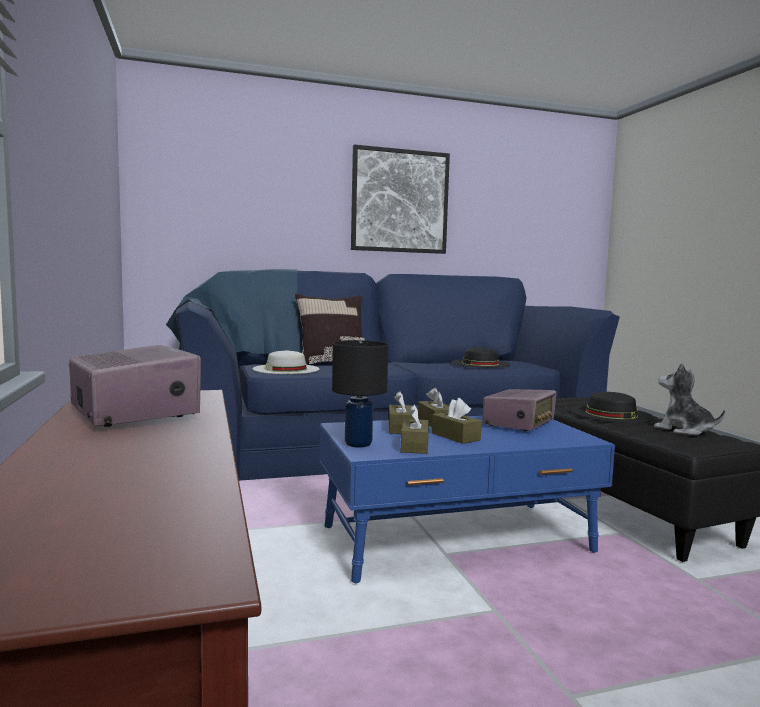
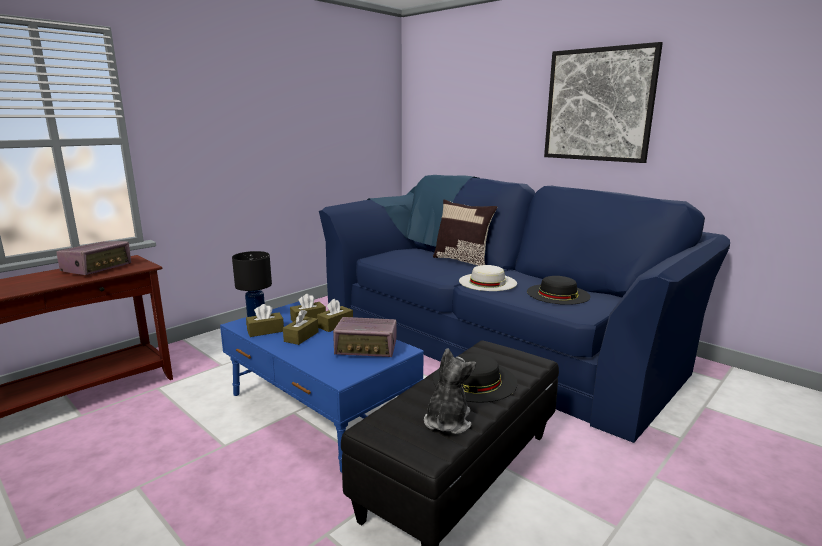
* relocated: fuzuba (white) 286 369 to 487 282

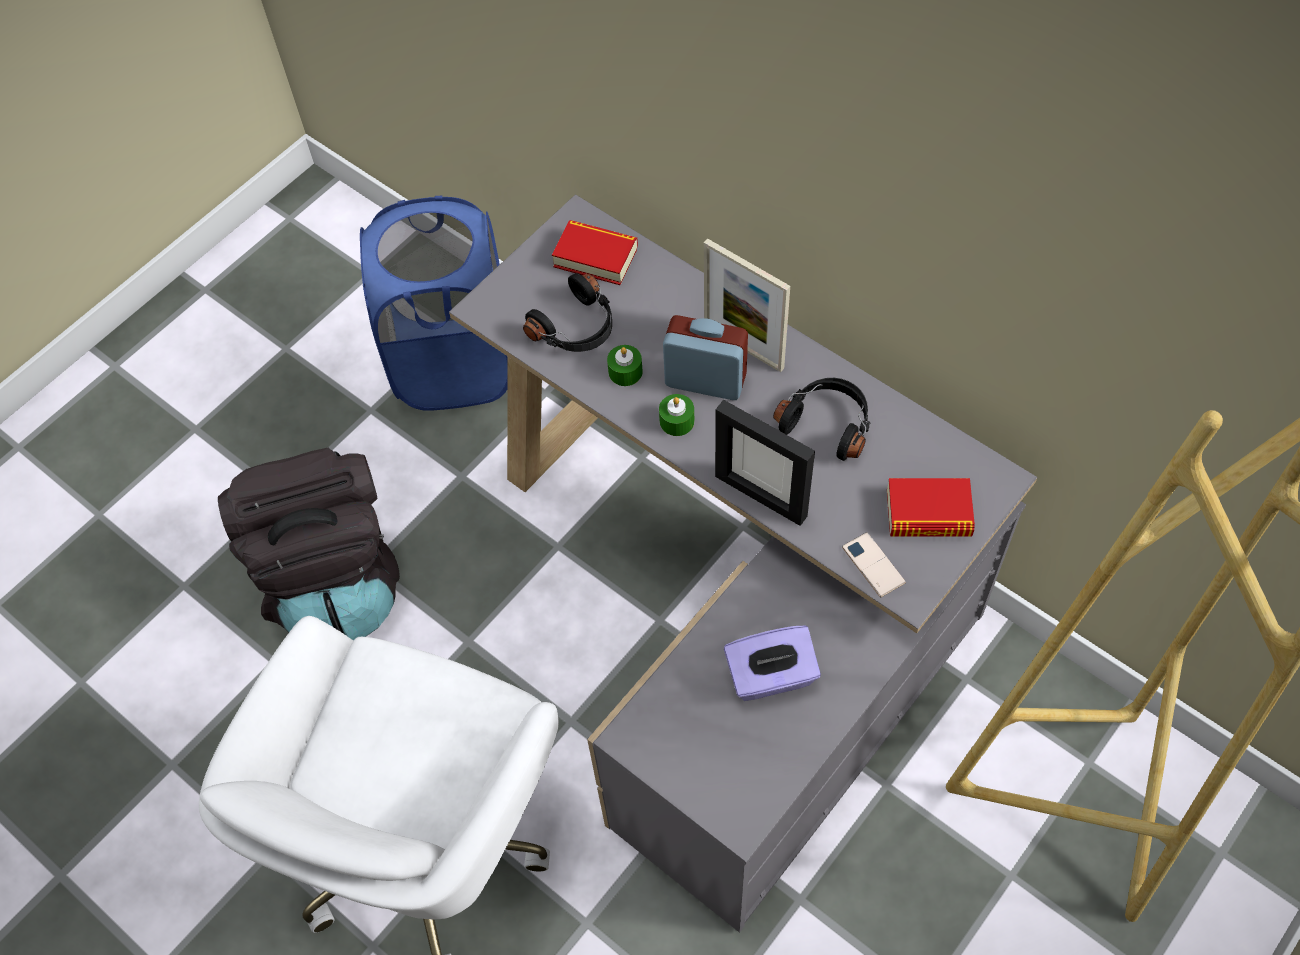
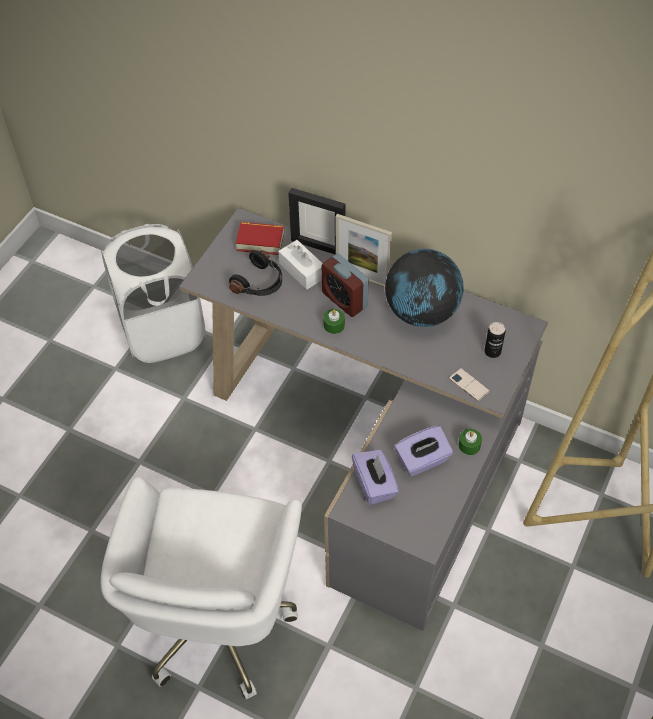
* missing: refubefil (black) 335 580
* colour: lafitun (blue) 456 364 to lafitun (white) 163 332
* relocated: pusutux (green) 625 372 to 469 445
* spun: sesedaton 705 380 = 344 300 135 degrees counterclockwise
* relocated: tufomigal 762 494 to 318 245
* exchanged: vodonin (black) 827 423 to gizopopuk 422 312
* exchanged: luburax 928 513 to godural 492 351
* appeared: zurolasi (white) 302 270
* appeared: zurolasi (purple) 374 485

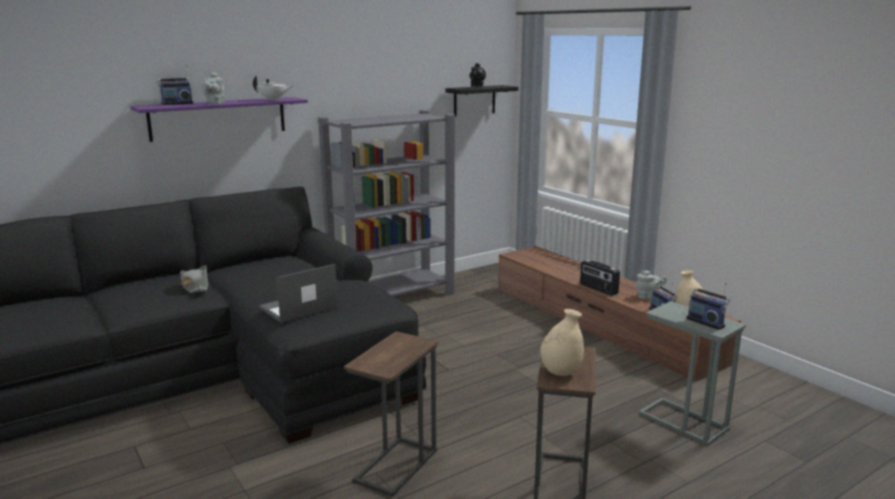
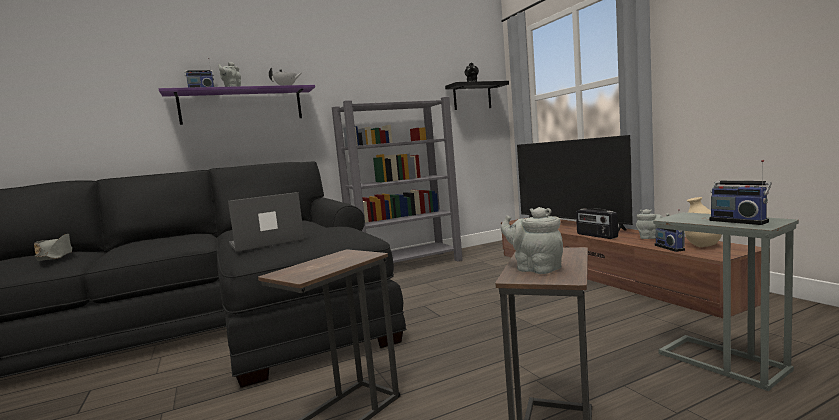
* relocated: fuzuba (grey) 195 286 to 55 256
* exchanged: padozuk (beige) 561 372 to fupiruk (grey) 535 268
* appeared: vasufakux 571 225

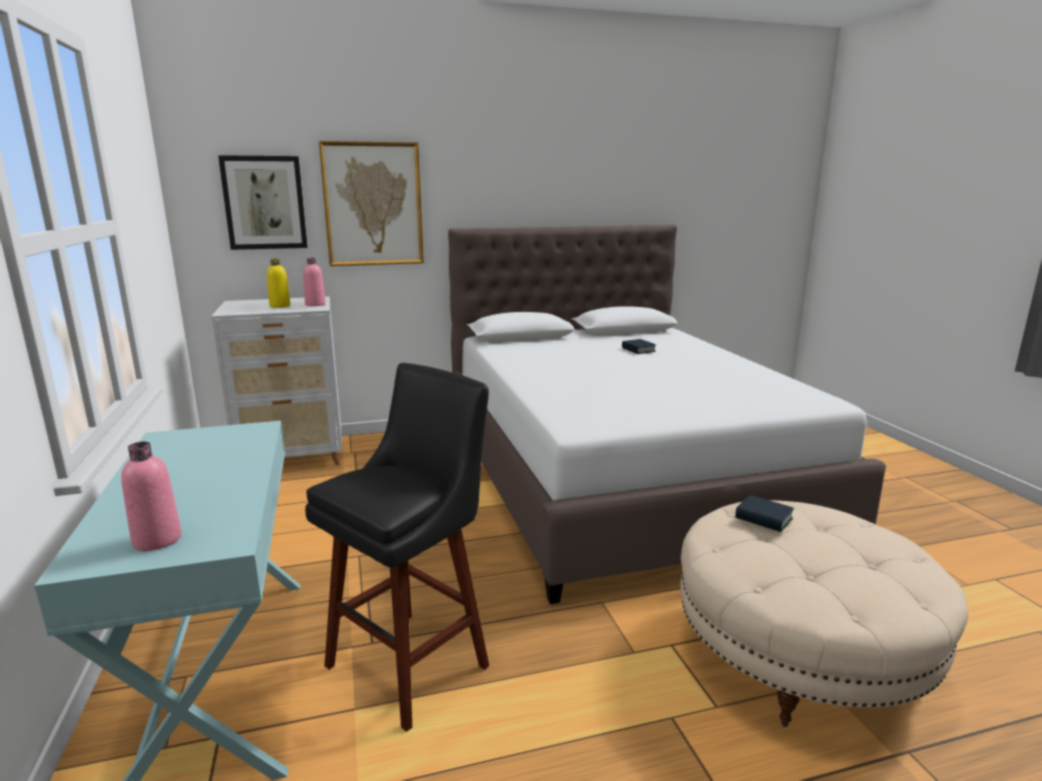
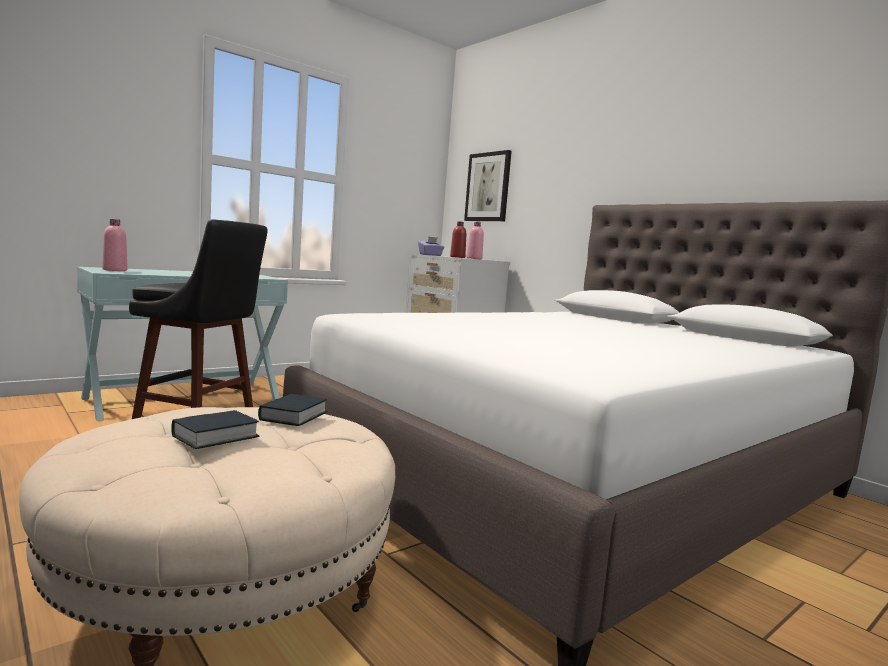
* colour: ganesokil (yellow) 280 306 to ganesokil (red) 457 257
* missing: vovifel 373 204
* relocated: luburax 638 350 to 215 437
* appeared: zurolasi (purple) 430 255

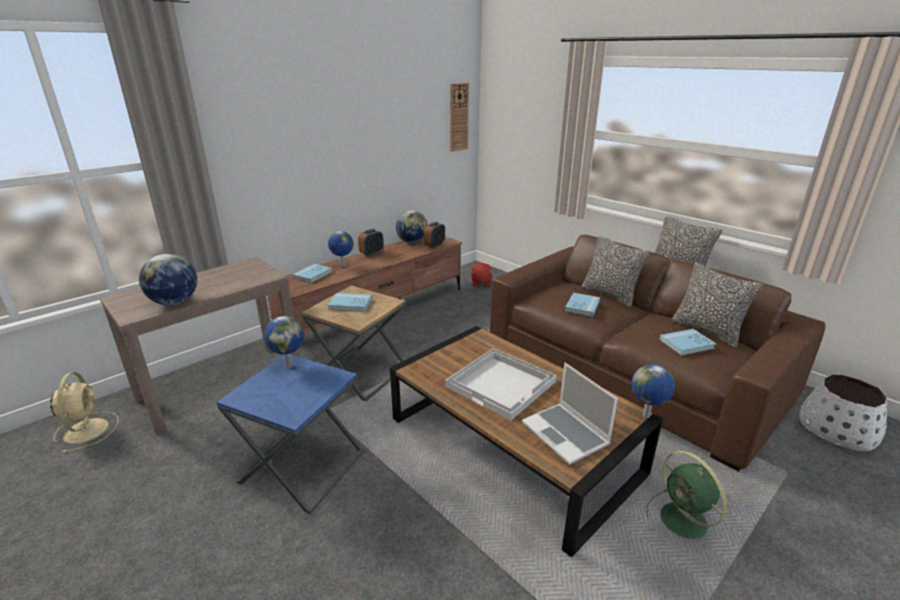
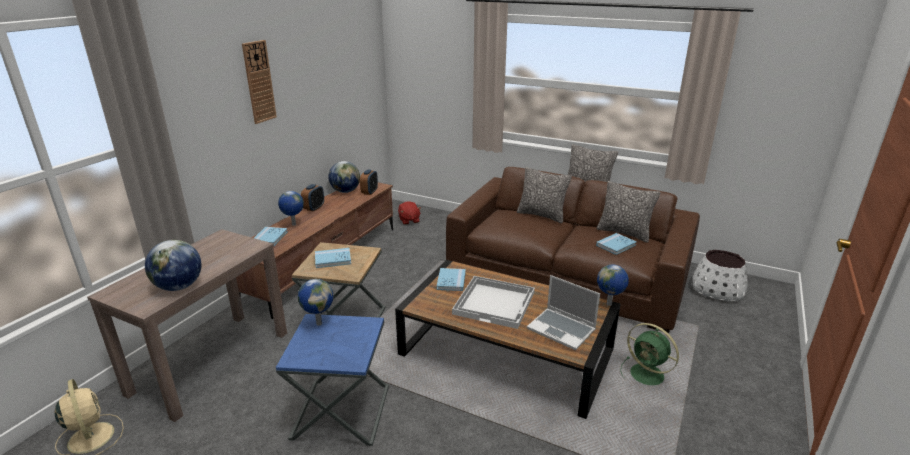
* relocated: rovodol 458 117 to 259 82
* relocated: luburax (blue) 582 306 to 451 281

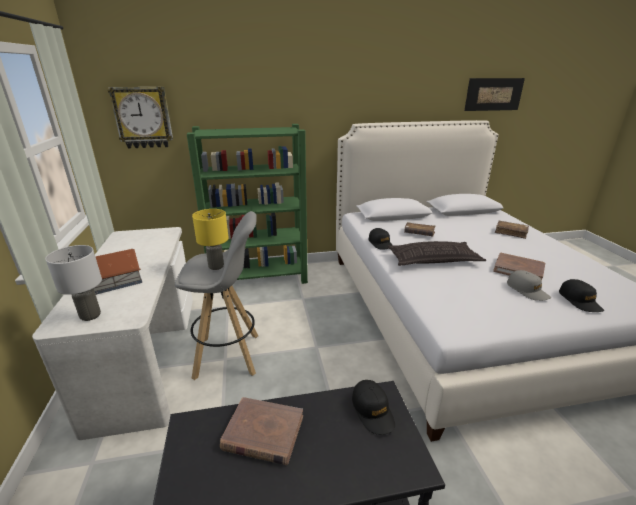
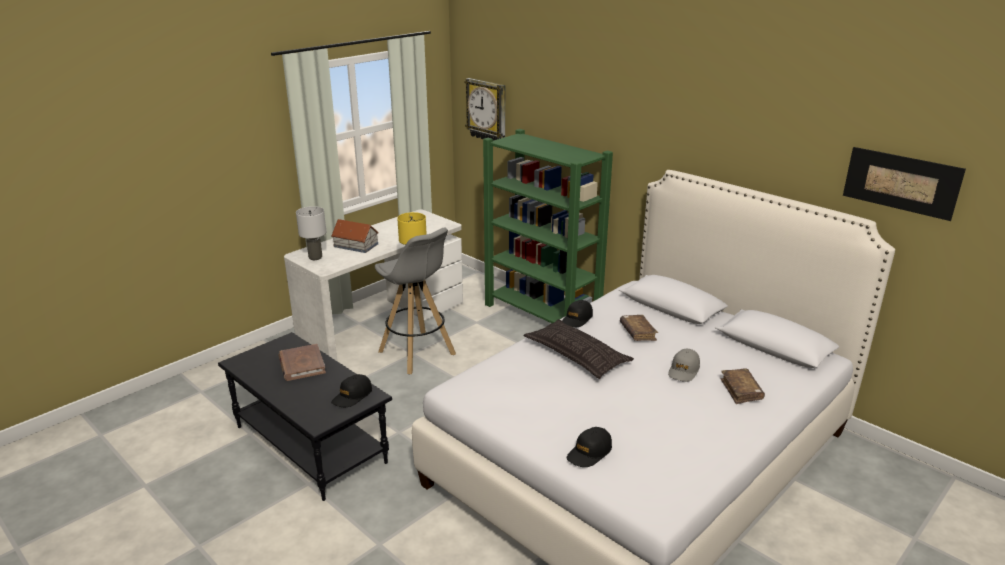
* missing: luburax (brown) 518 269
* relocated: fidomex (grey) 527 290 to 684 371

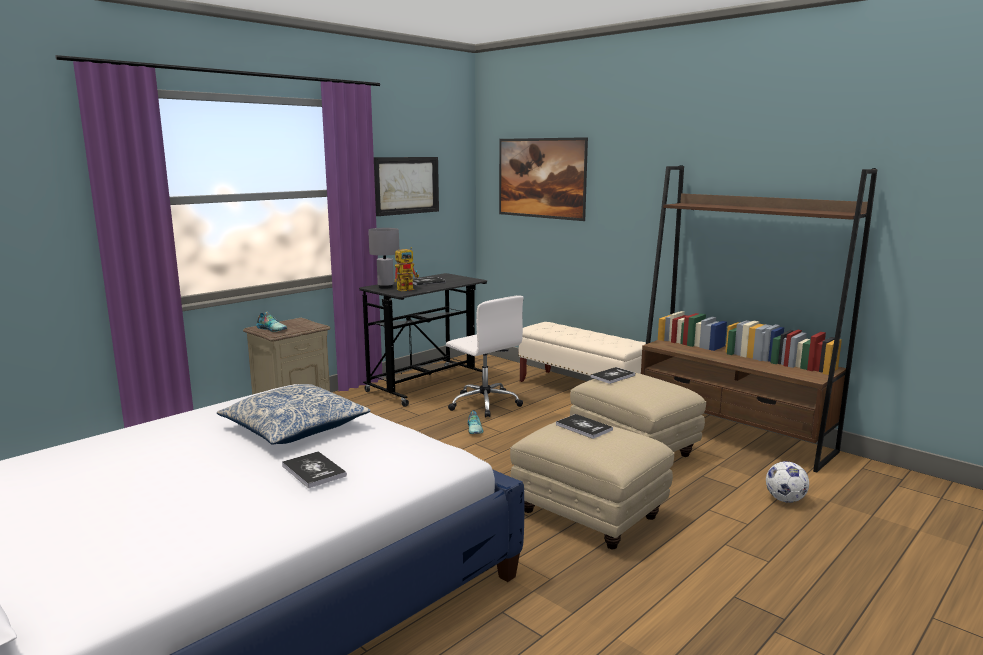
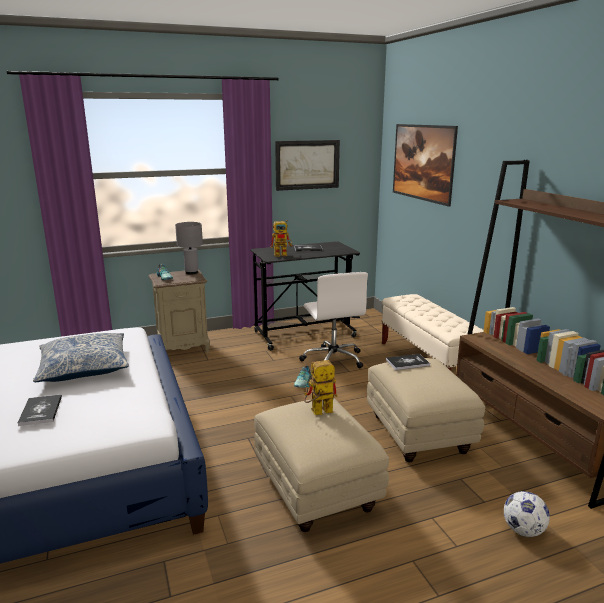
* relocated: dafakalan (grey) 385 287 to 191 272
* exchanged: luburax 584 427 to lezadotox 318 412

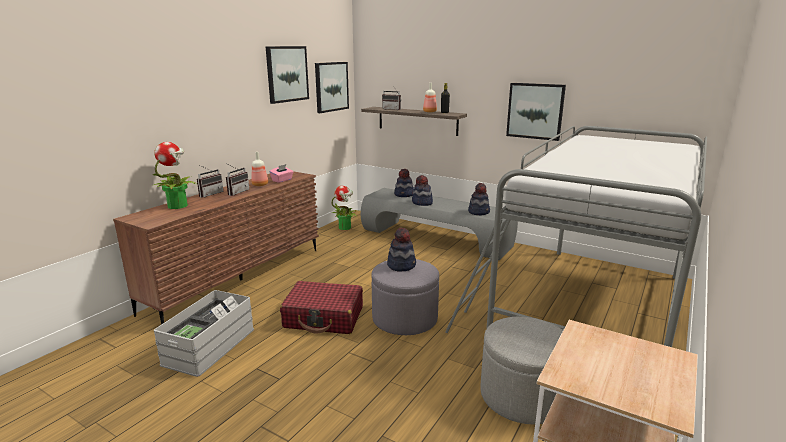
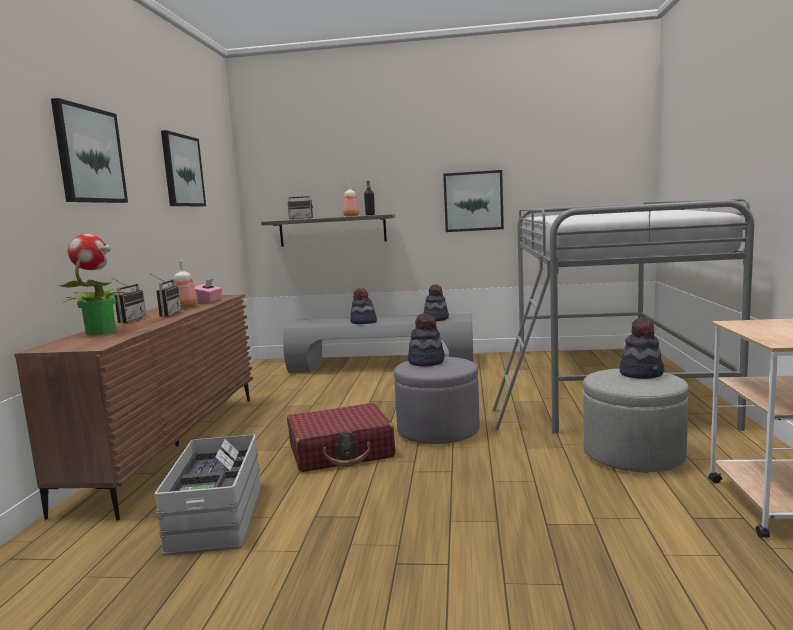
* relocated: vovifel 331 86 to 89 155
* missing: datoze 345 227
* relocated: fuzuba 404 195 to 642 373

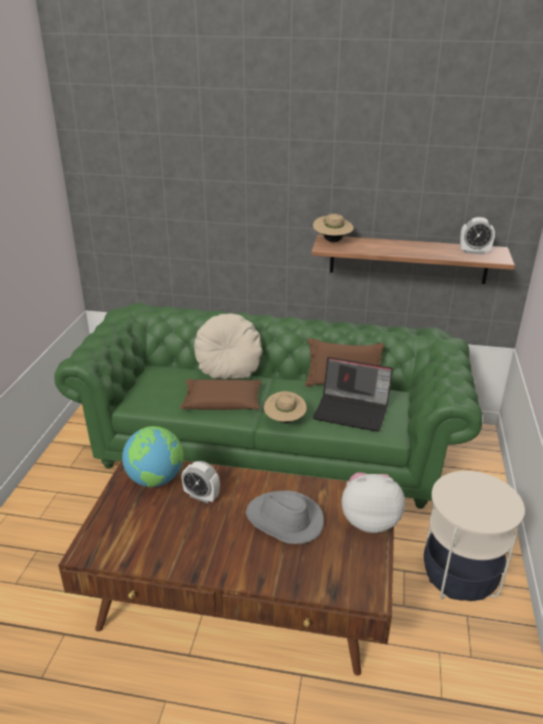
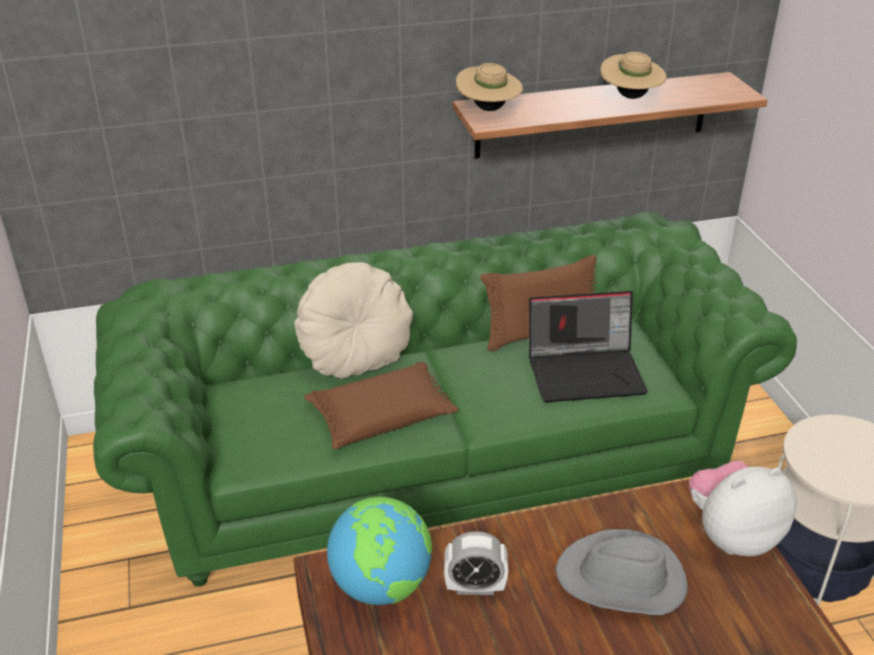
* relocated: fuzuba (beige) 284 420 to 630 97
* missing: sesedaton 474 252

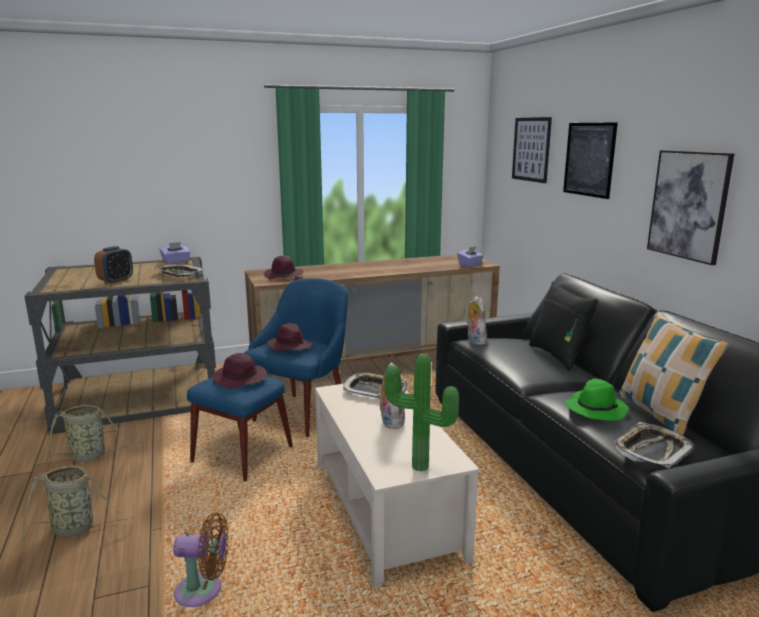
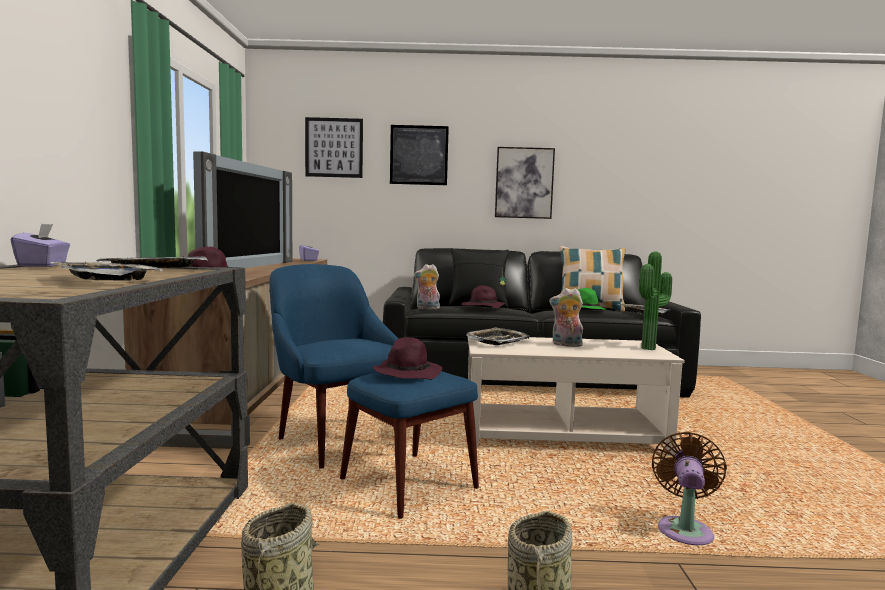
* exchanged: sesedaton 116 281 to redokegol 105 279
* relocated: fuzuba (purple) 289 346 to 482 307
* appeared: vasufakux 245 266

